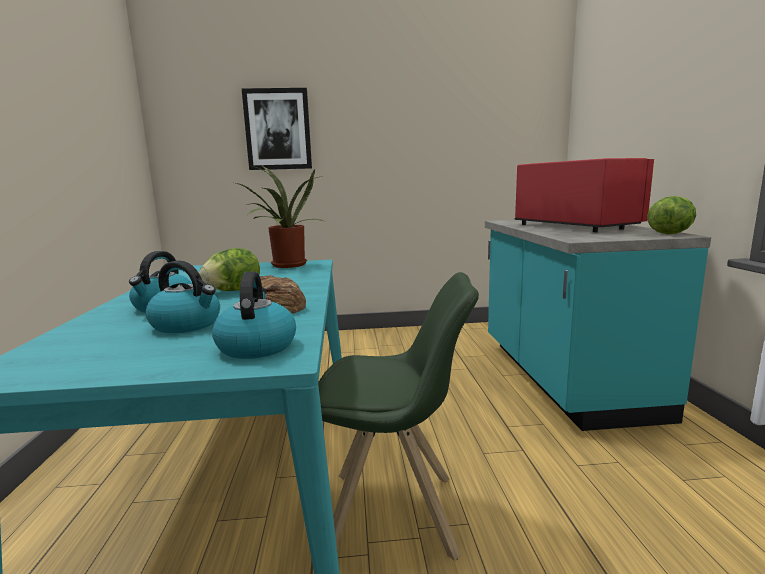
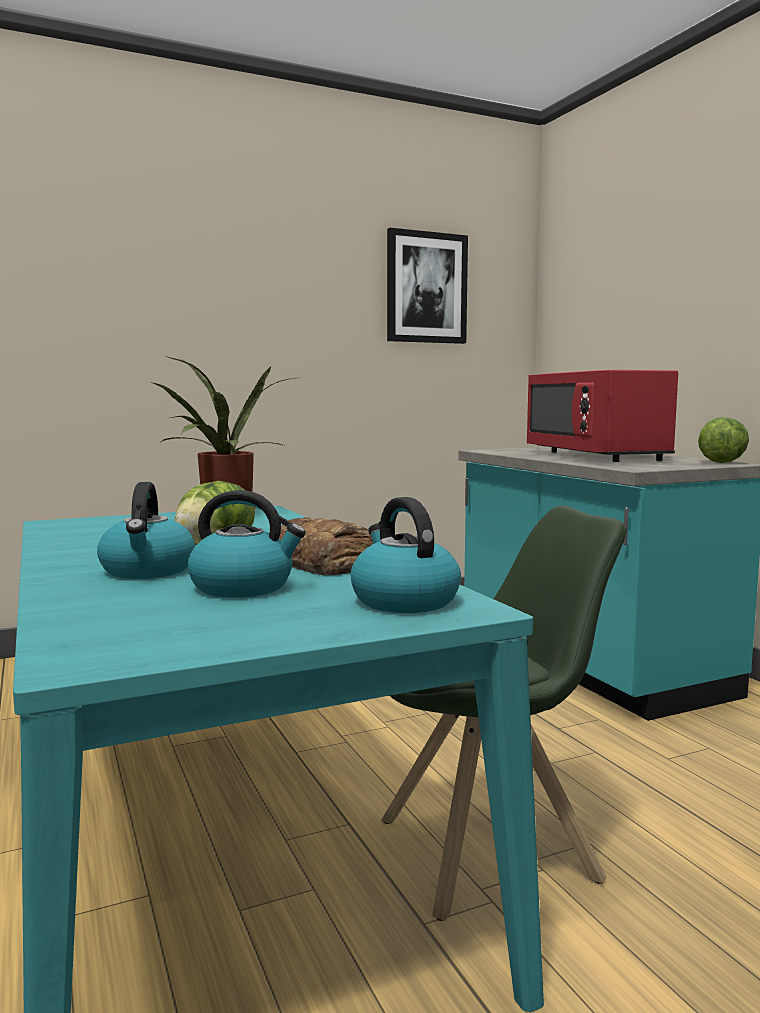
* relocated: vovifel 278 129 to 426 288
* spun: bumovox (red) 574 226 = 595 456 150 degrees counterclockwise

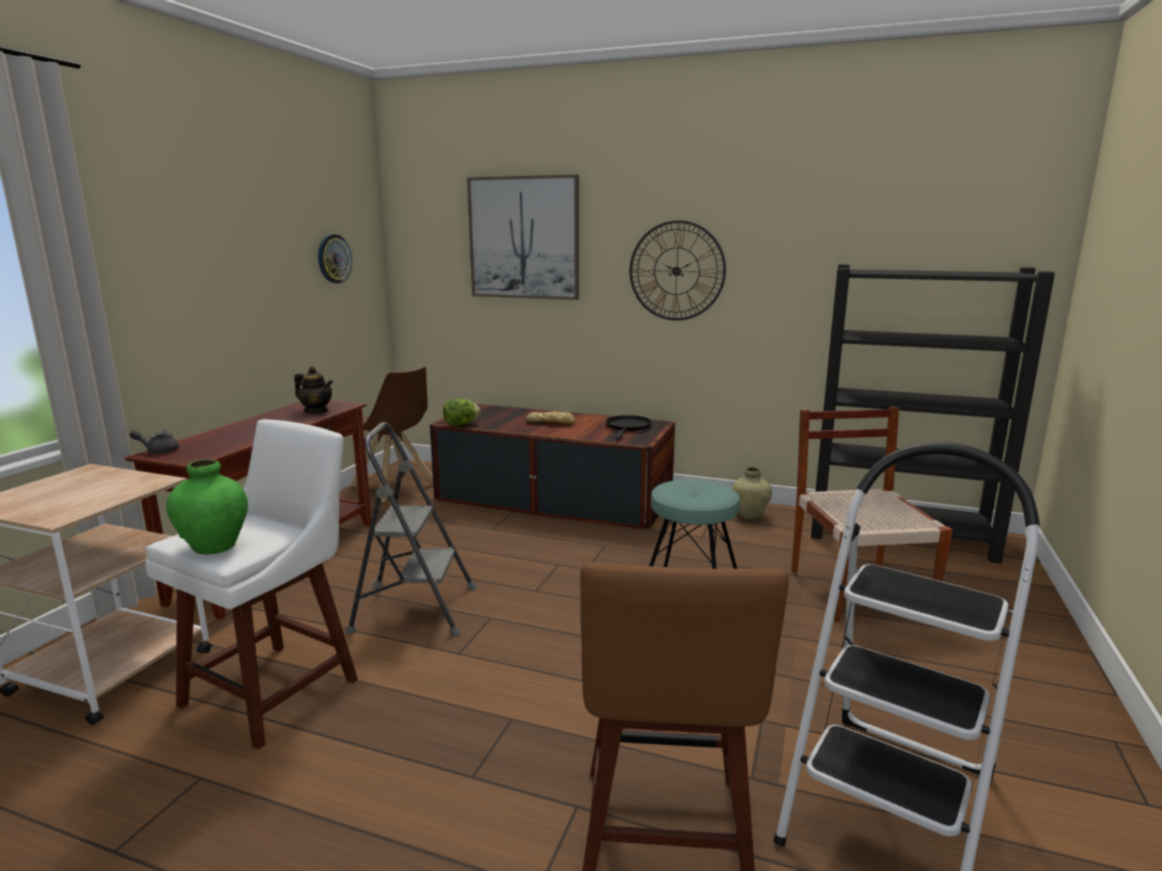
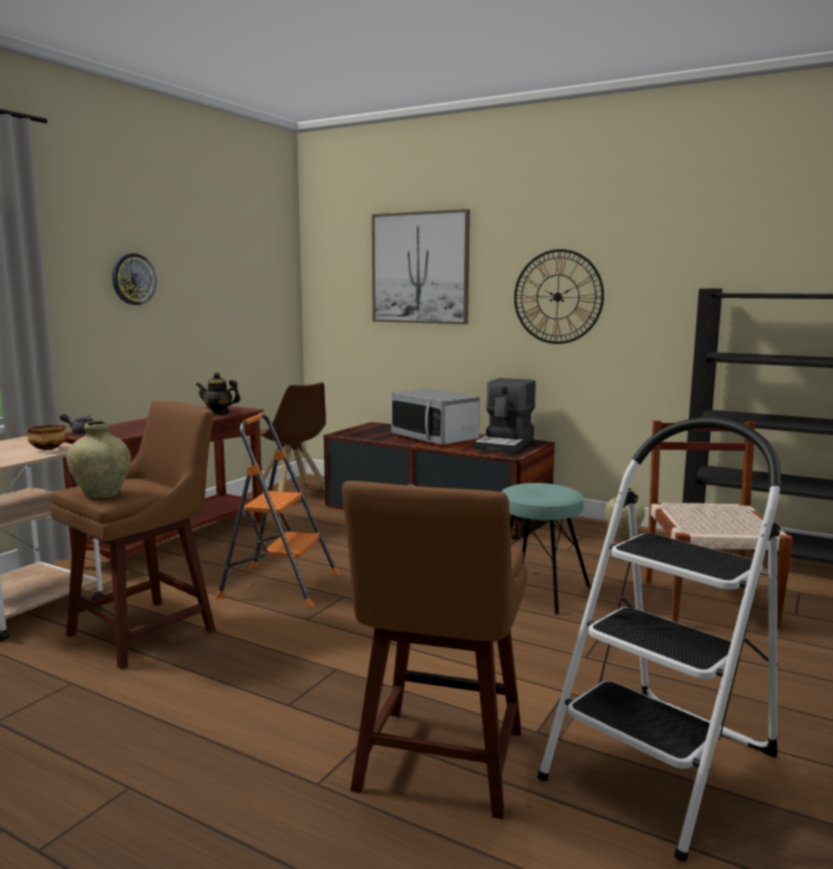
* colour: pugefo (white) 277 688 to pugefo (brown) 148 630
* colour: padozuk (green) 214 547 to padozuk (beige) 102 494
* spun: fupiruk 316 411 = 218 413 150 degrees clockwise
* relocated: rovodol 334 259 to 133 279
* colour: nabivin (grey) 410 608 to nabivin (orange) 276 584
* missing: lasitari 461 424
* exchanged: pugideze 551 423 to bumovox 435 438
* exchanged: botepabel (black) 628 427 to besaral 506 444
* appeared: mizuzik 49 449

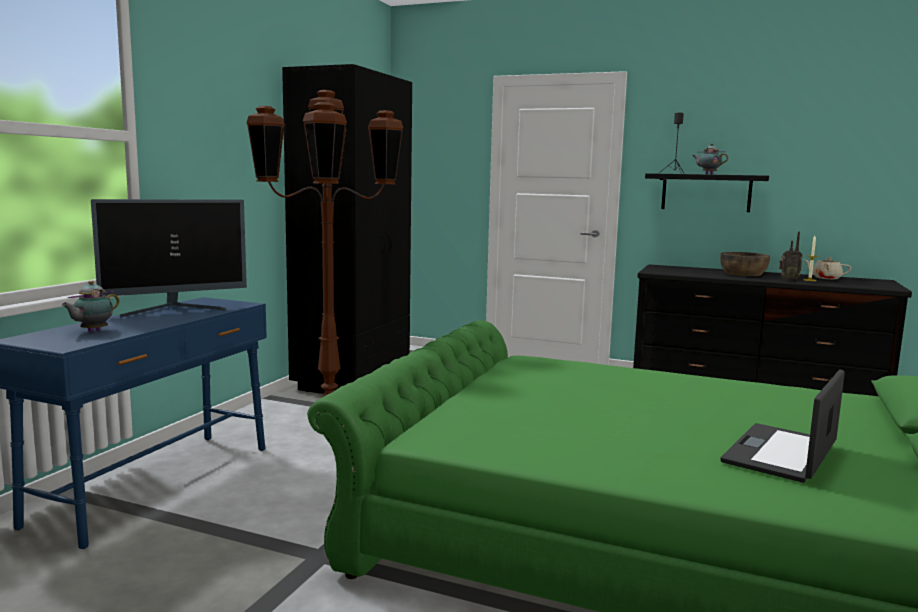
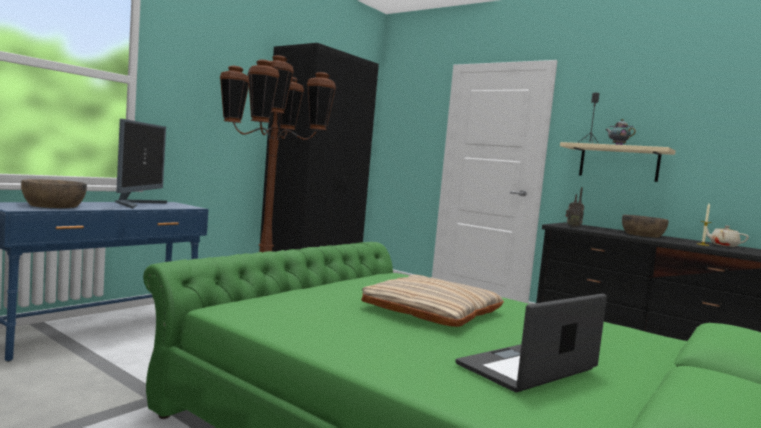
* exchanged: fupiruk 92 331 to mizuzik (brown) 54 205
* spun: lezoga 175 310 = 137 204 75 degrees counterclockwise
* colour: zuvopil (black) 706 192 to zuvopil (beige) 618 163
* relocated: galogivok 788 280 to 573 226
* appeared: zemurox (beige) 432 310

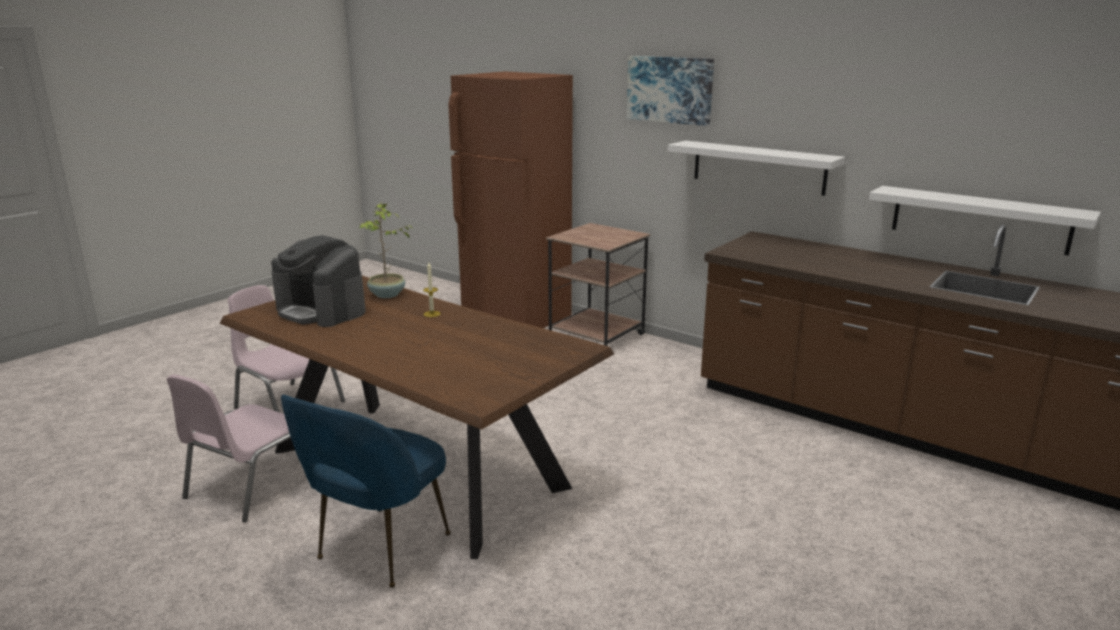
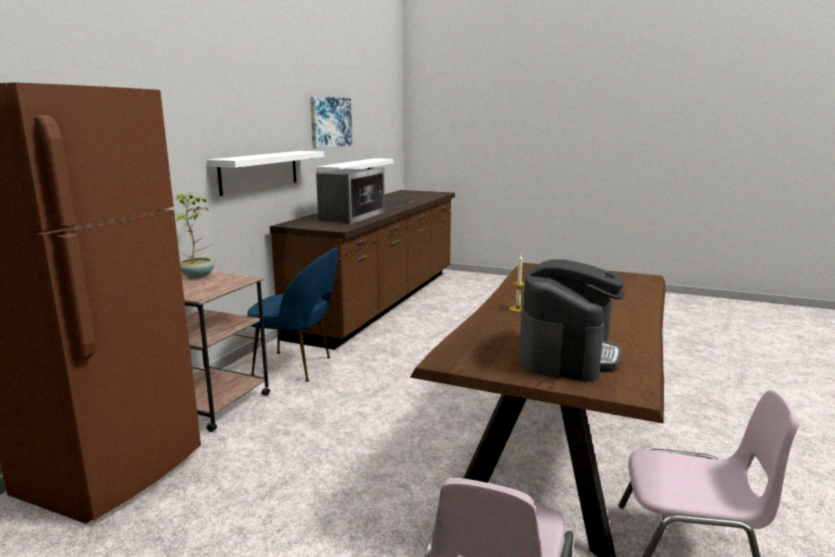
* relocated: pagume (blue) 377 552 to 298 367
* relocated: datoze 387 295 to 198 276
* relocated: vovifel 670 89 to 330 122
* appeared: bumovox 351 216

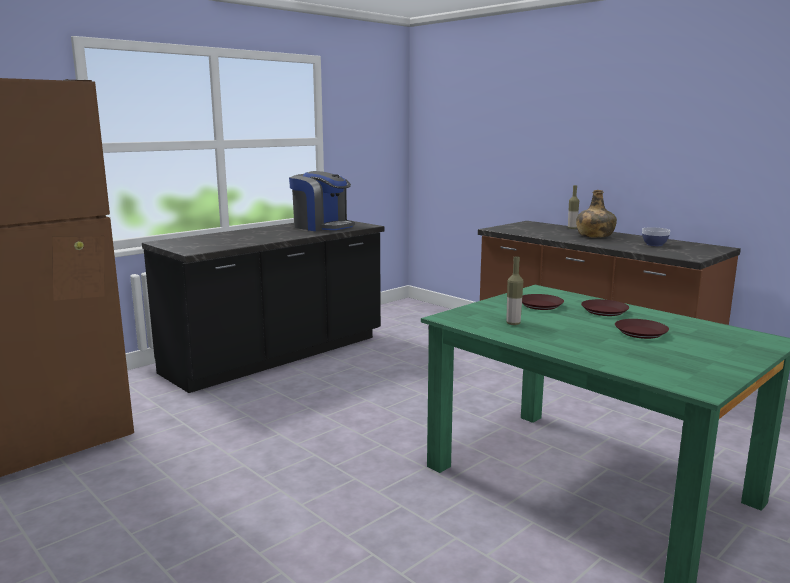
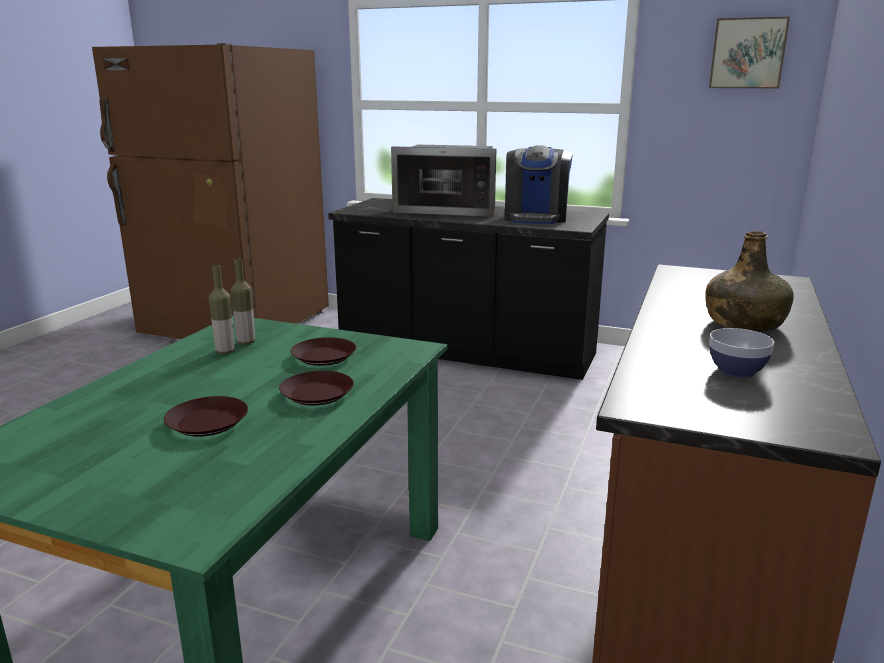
* relocated: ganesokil 572 228 to 246 342
* appeared: bumovox 448 210
* appeared: vovifel 747 53

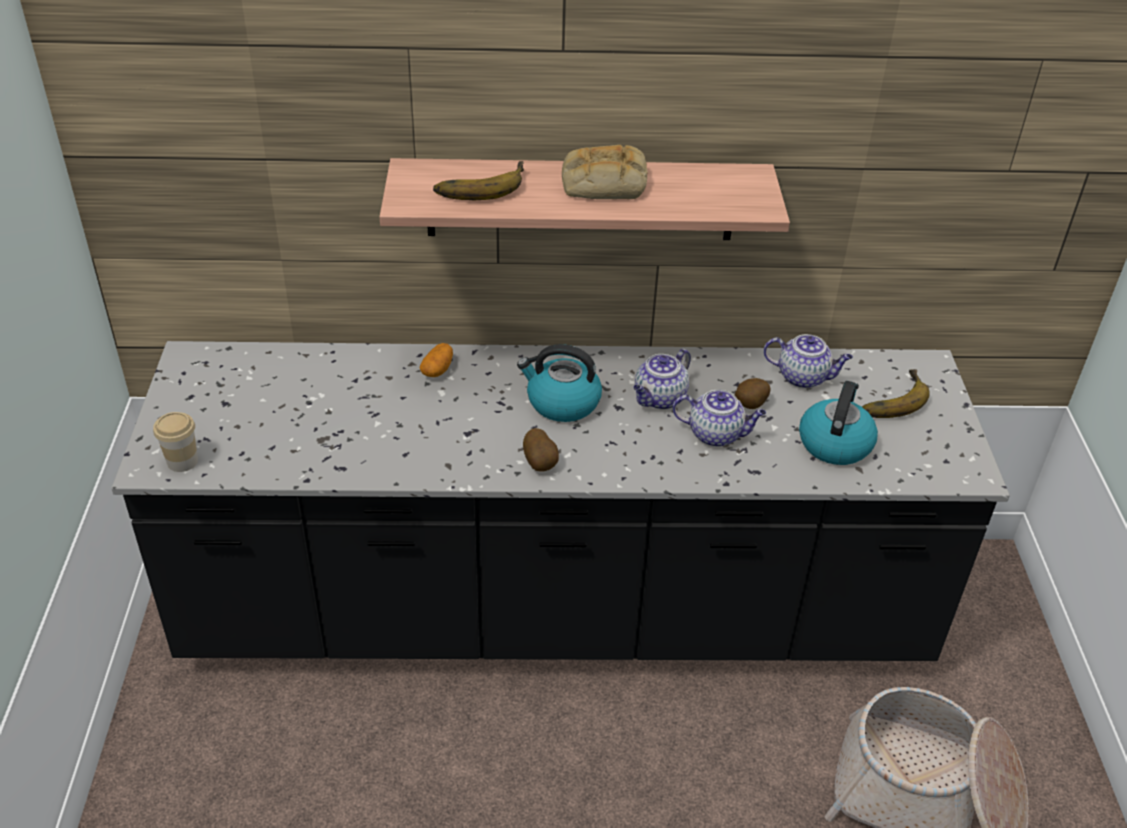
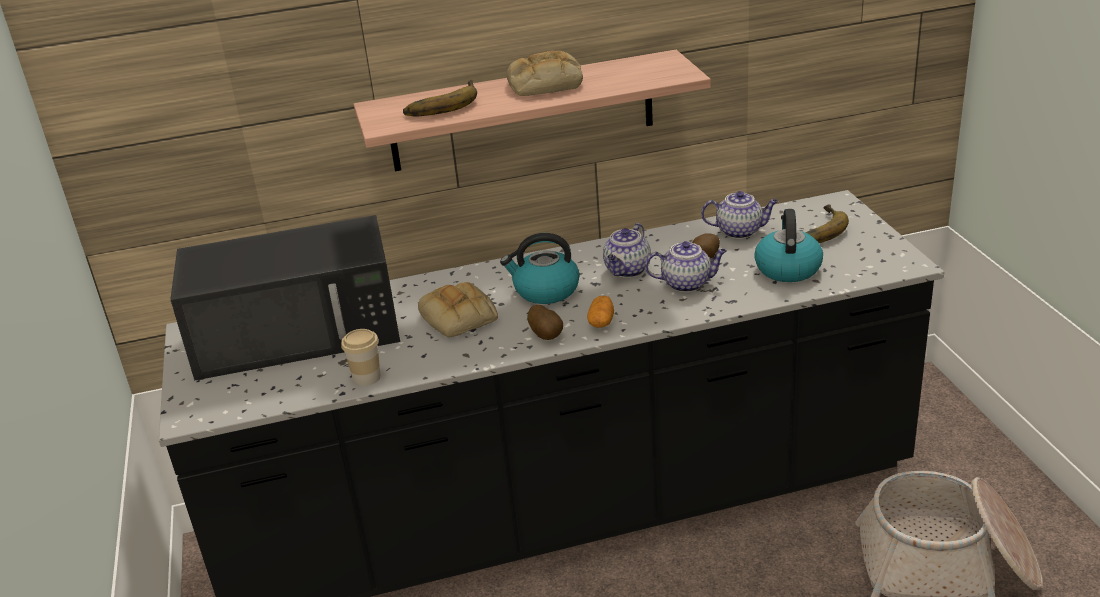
* relocated: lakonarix 182 461 to 366 377
* relocated: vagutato 437 369 to 601 321
* appeared: bumovox (black) 300 332
* appeared: pugideze 460 317

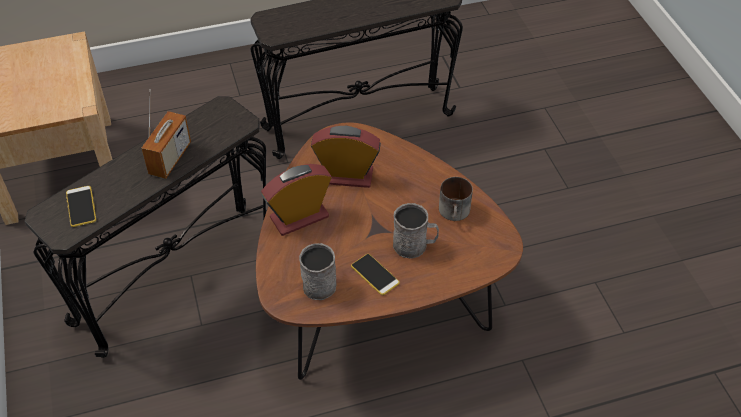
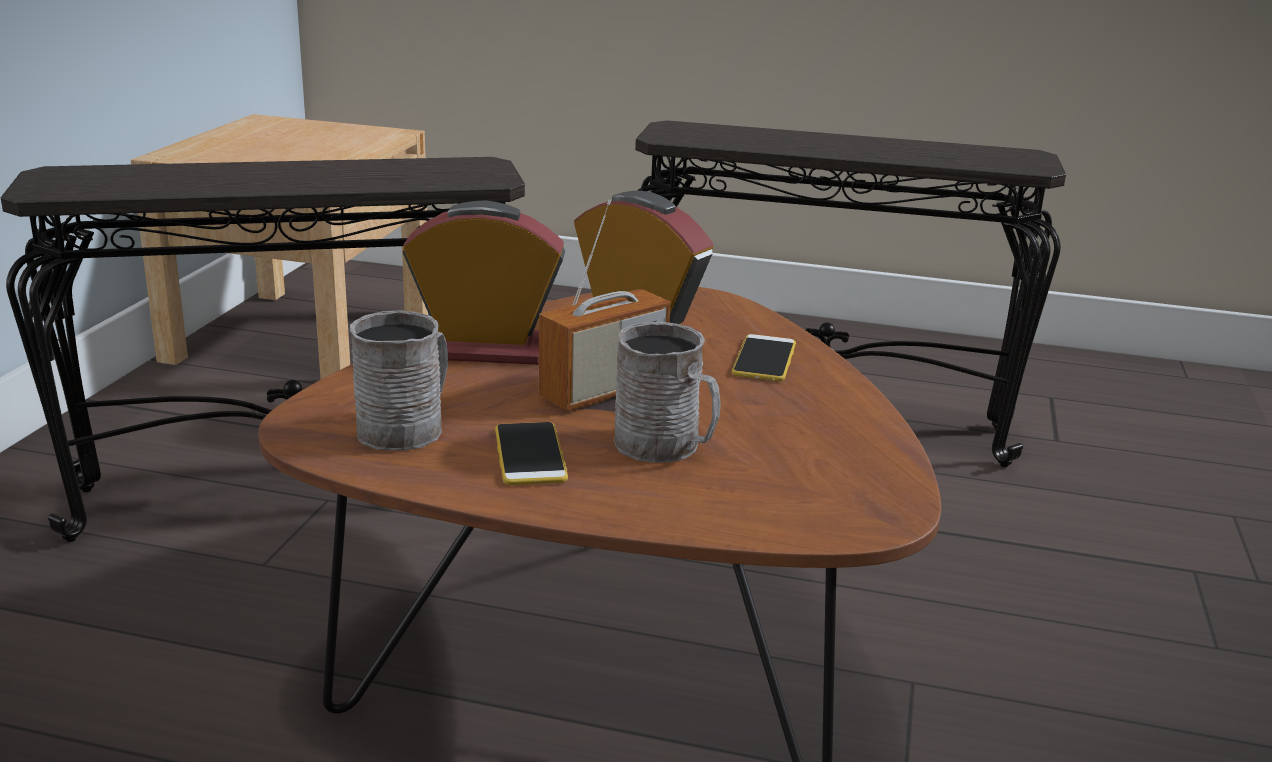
* relocated: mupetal 81 206 to 764 359
* relocated: galogivok 170 159 to 603 391
* missing: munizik 455 212

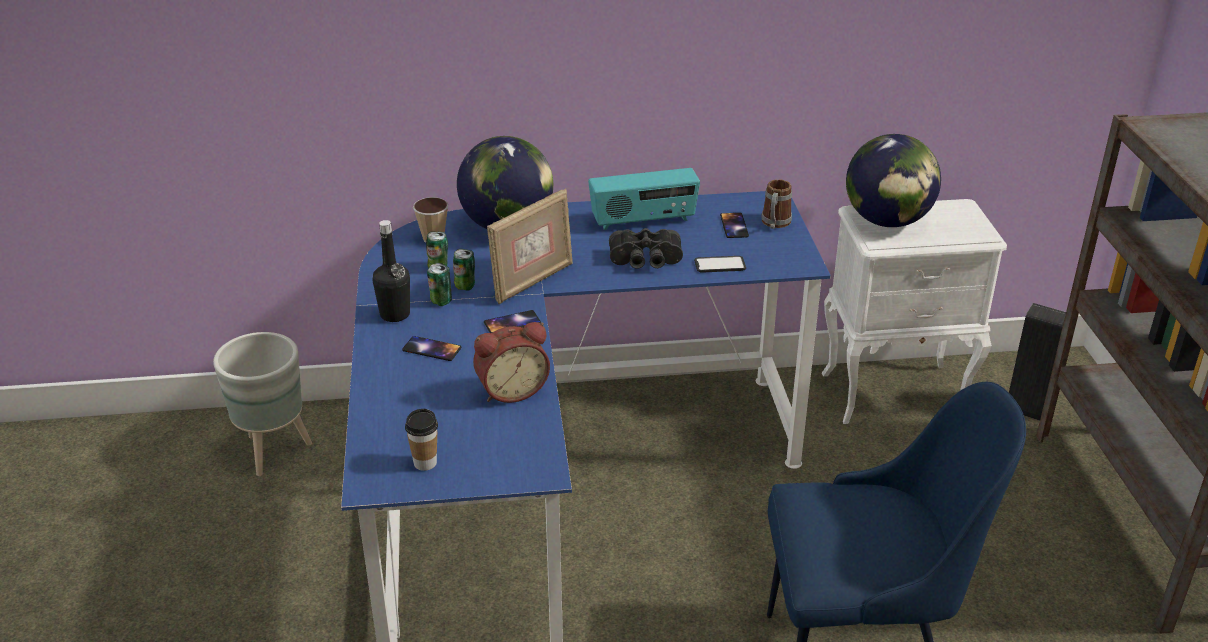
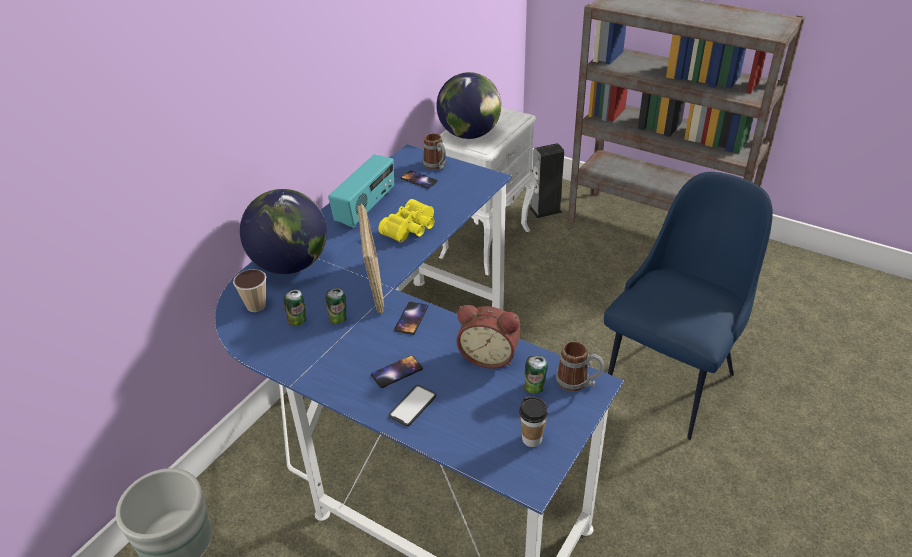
* missing: ganesokil (black) 395 314
* relocated: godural 440 301 to 534 388
* spun: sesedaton 511 390 = 489 356 90 degrees clockwise
* colour: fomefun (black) 645 261 to fomefun (yellow) 411 229
* relocated: mupetal 720 265 to 412 406
* appeared: munizik 578 382

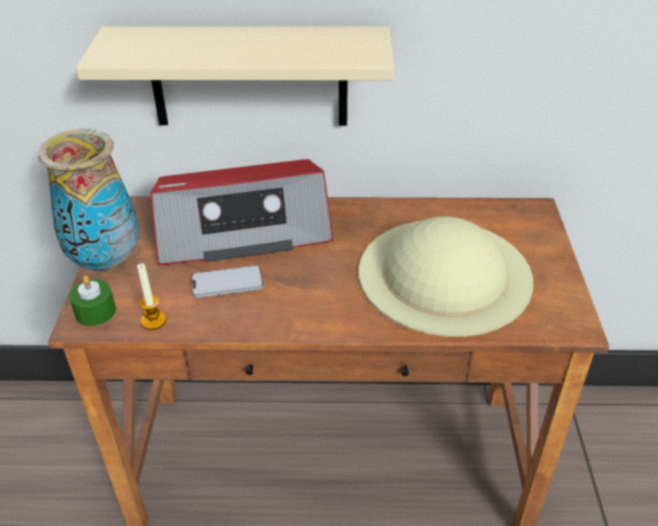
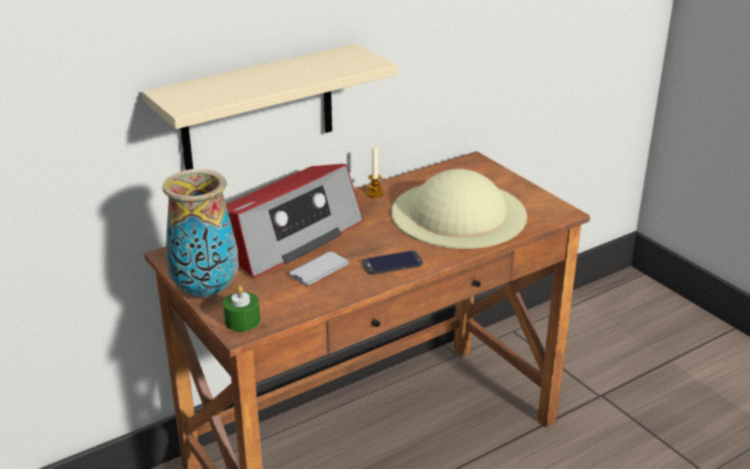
* relocated: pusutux 153 321 to 374 193
* appeared: mupetal 392 263

